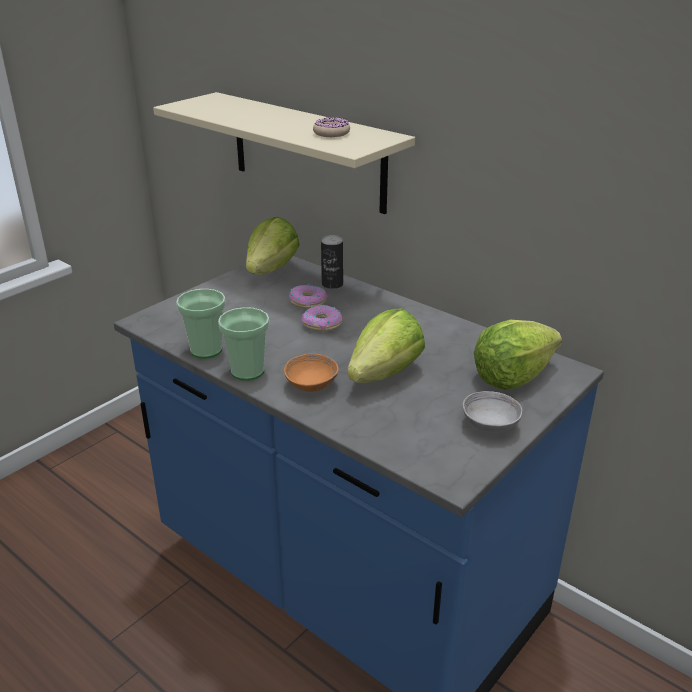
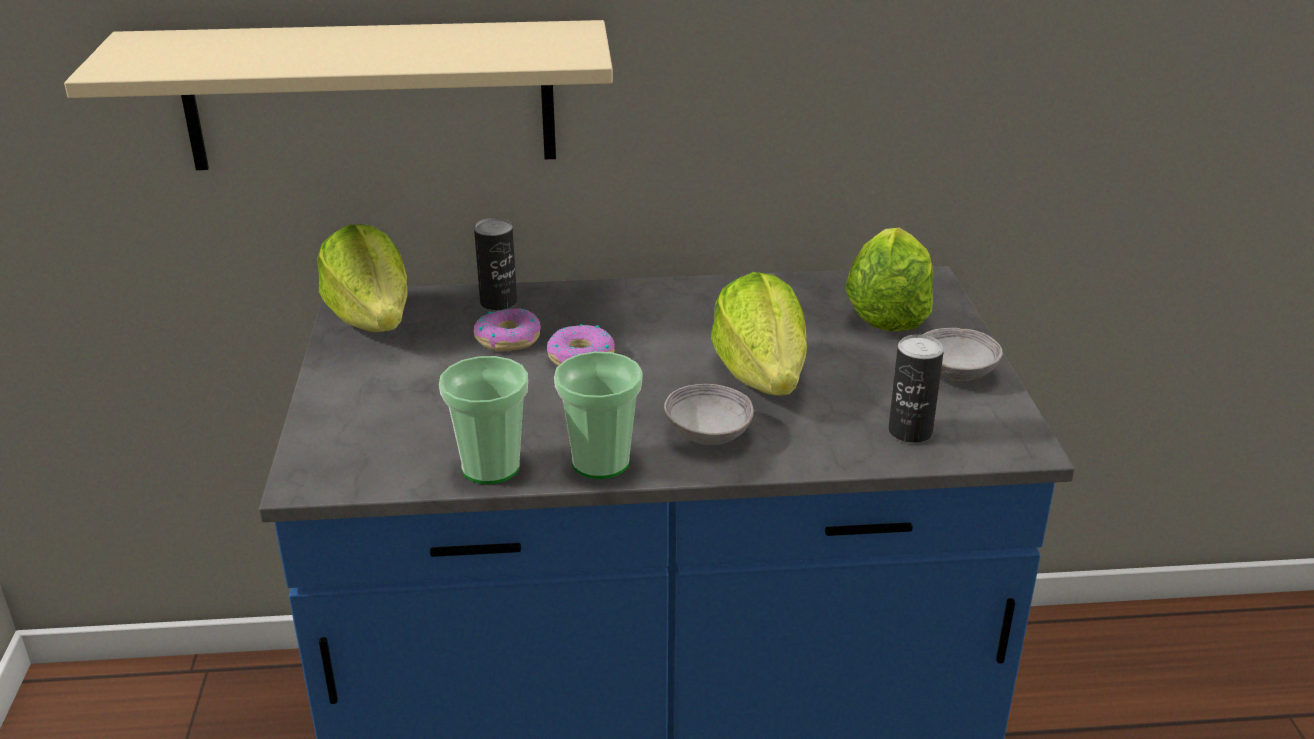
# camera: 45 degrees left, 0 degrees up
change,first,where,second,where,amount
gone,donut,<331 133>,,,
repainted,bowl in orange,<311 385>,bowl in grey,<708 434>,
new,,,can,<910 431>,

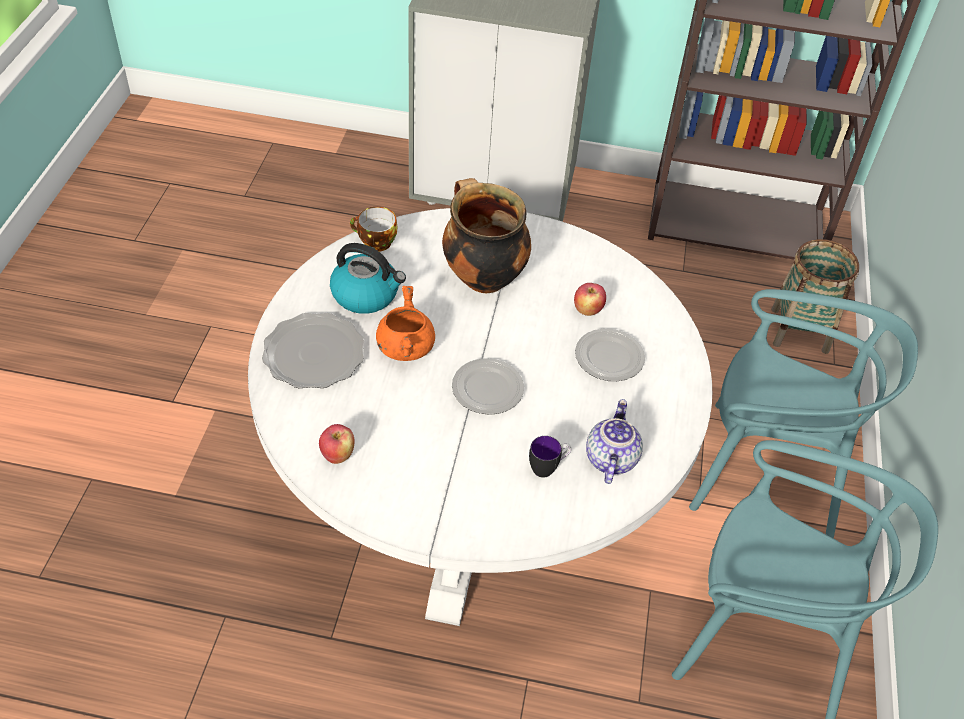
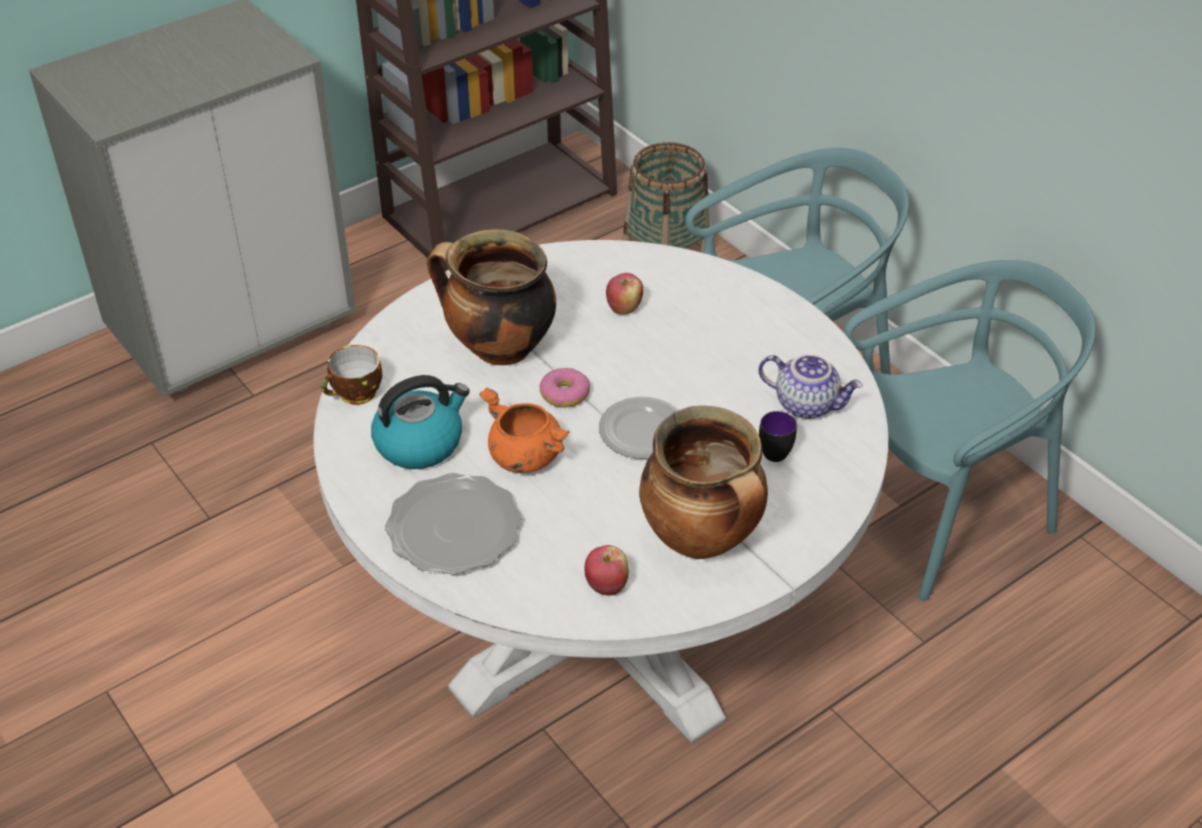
# camera: 45 degrees left, 5 degrees down
change,first,where,second,where,amount
gone,plate,<609 358>,,,
rotated,teapot,<609 458>,,<807 404>,150 degrees clockwise
new,,,donut,<564 394>,
new,,,cooking pot,<703 539>,

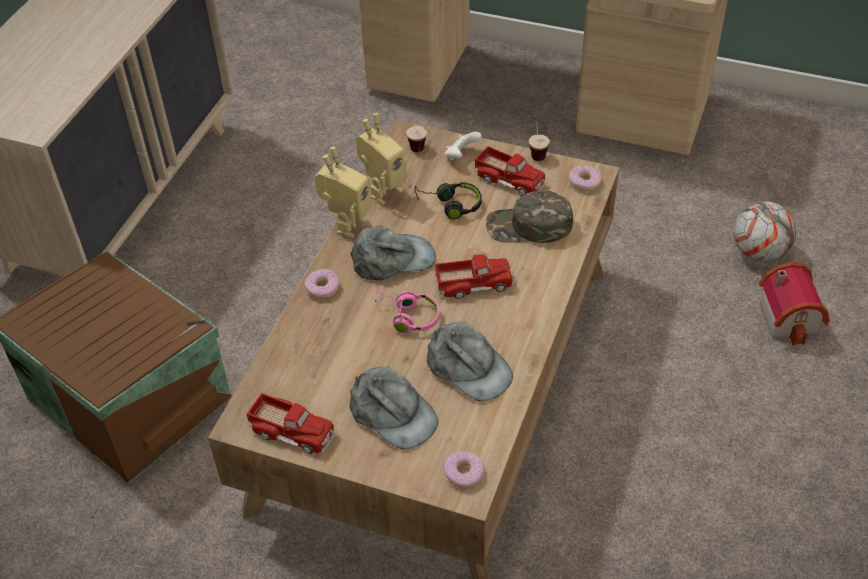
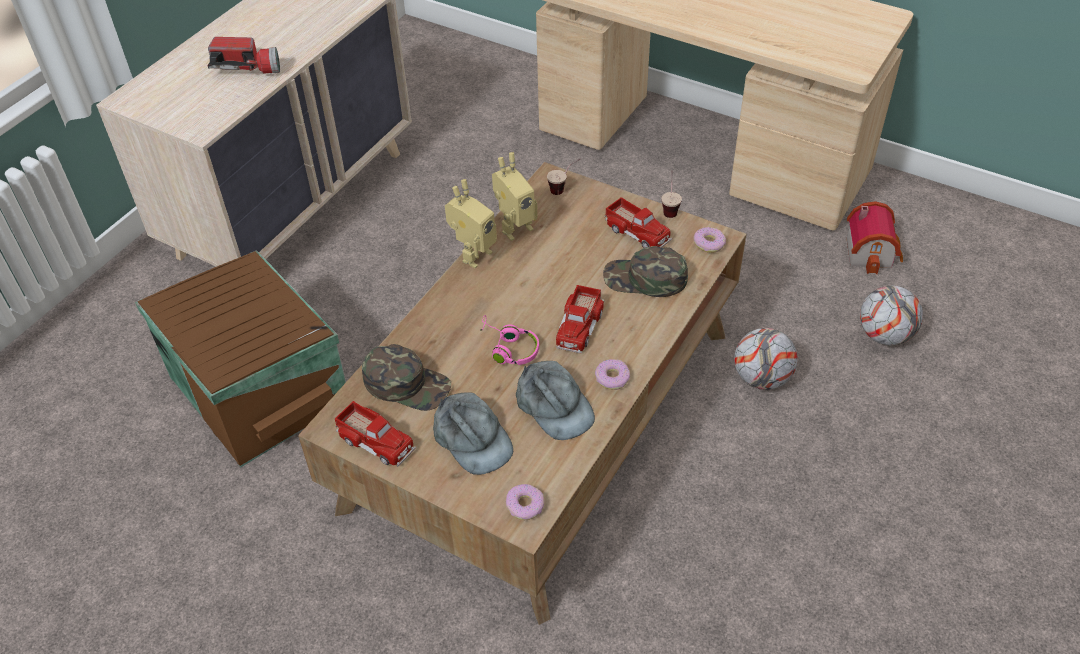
# camera: 10 degrees right, 0 degrees up
change,first,where,second,where,amount
gone,game controller in white,<461 156>,,,
gone,headphones in black,<450 205>,,,
gone,cap in grey,<392 259>,,,
rotated,toy truck,<474 283>,,<579 326>,105 degrees clockwise
shifted,toy house,<792 317>,,<872 252>,
shifted,donut,<322 288>,,<612 378>,
new,,,flashlight,<247 67>,
new,,,football,<761 378>,
new,,,cap in green,<407 384>,

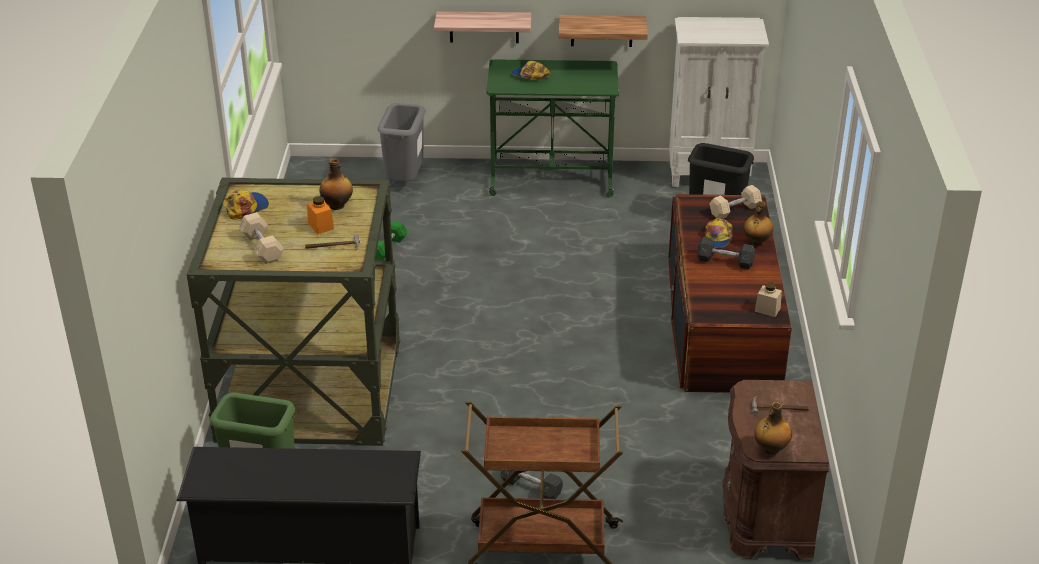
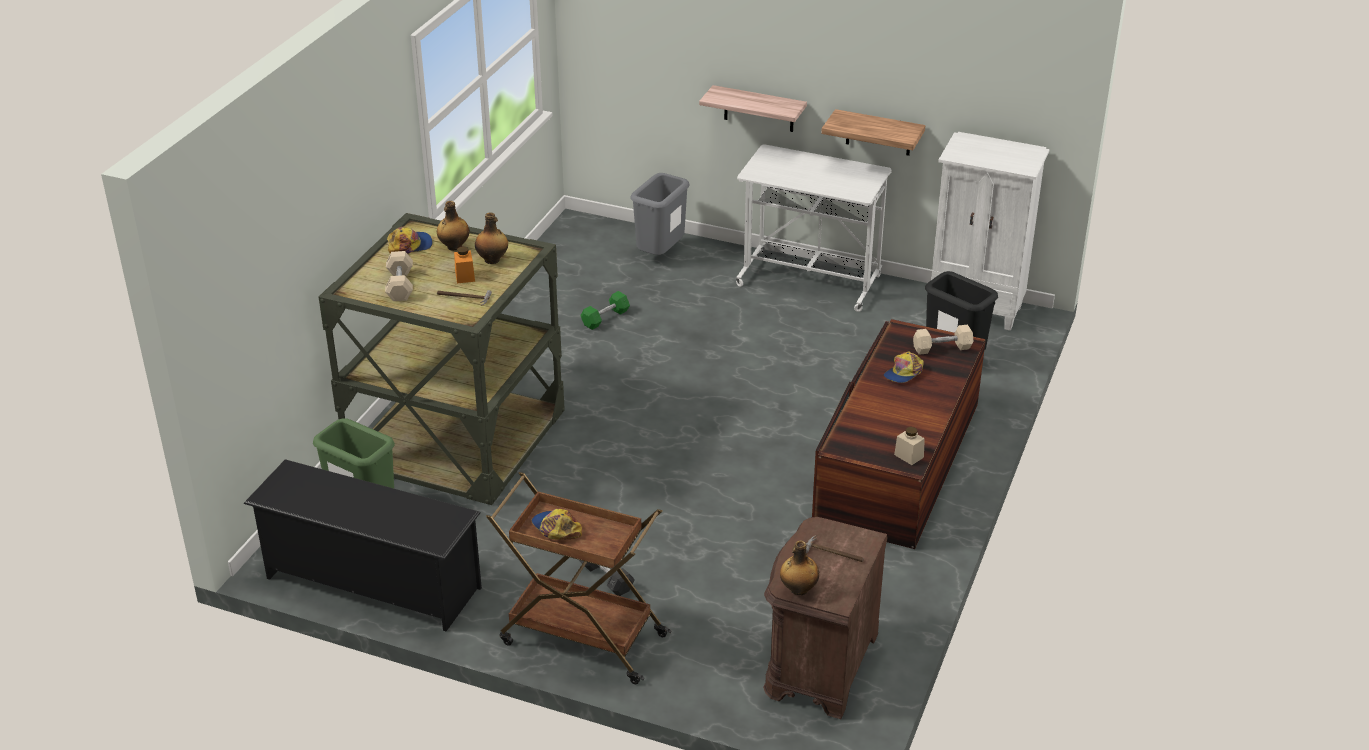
# camera: 20 degrees right, 0 degrees up
change,first,where,second,where,amount
repainted,desk in green,<551 178>,desk in white,<809 280>,
shifted,cap,<530 76>,,<556 528>,
shifted,bottle,<756 242>,,<454 247>,
gone,dumbbell in grey,<725 261>,,,

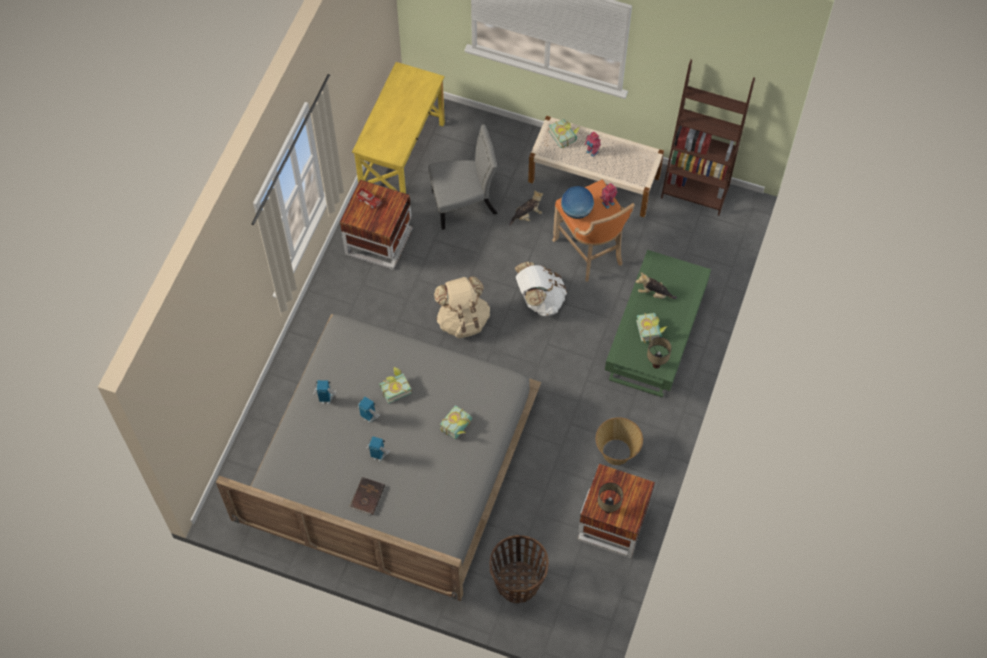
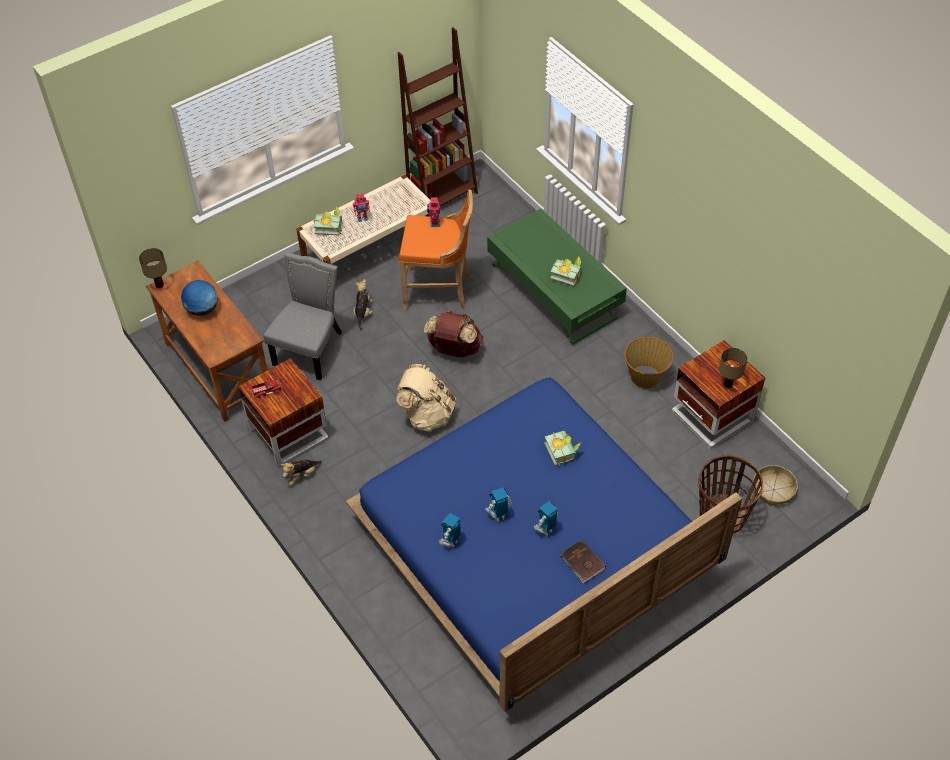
# camera: 55 degrees left, 10 degrees down
change,first,where,second,where,amount
repainted,desk in yellow,<402 158>,desk in brown,<218 369>,
shifted,globe,<576 211>,,<202 310>,
repainted,backpack in white,<539 300>,backpack in brown,<454 349>,
shifted,plush toy,<654 293>,,<301 475>,
repainted,bed in grey,<392 462>,bed in blue,<530 548>,
shifted,table lamp,<656 365>,,<159 285>,
gone,book,<394 388>,,,
new,,,basket,<773 490>,

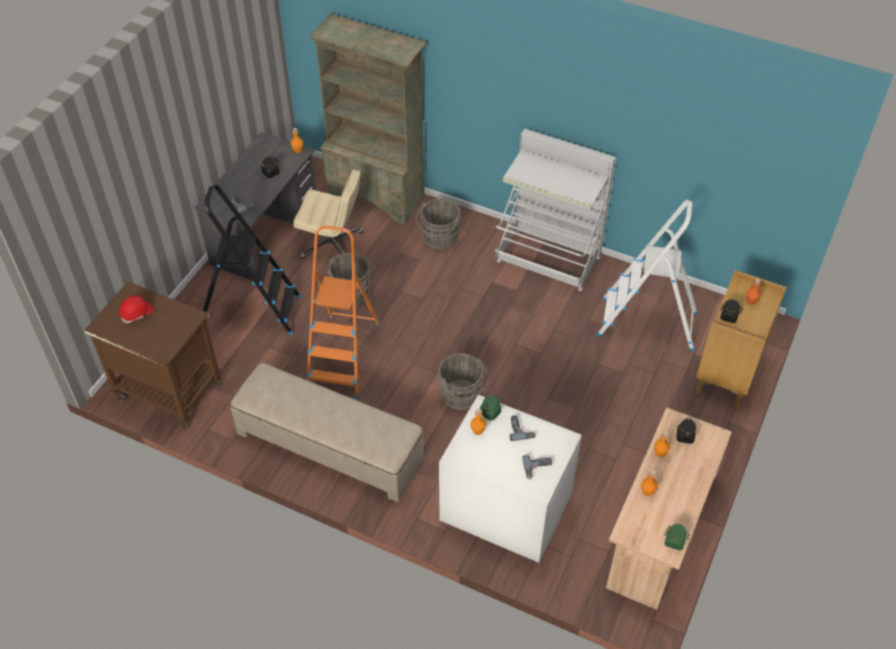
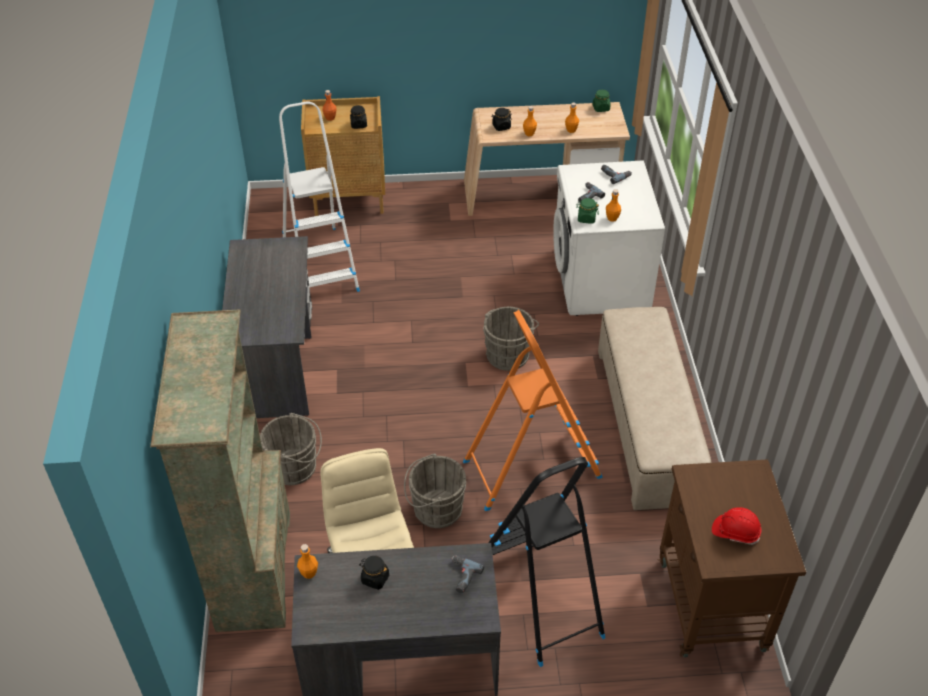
# camera: 120 degrees left, 5 degrees down
change,first,where,second,where,amount
swapped,shoe rack in white,<546 261>,desk in grey,<276 361>,

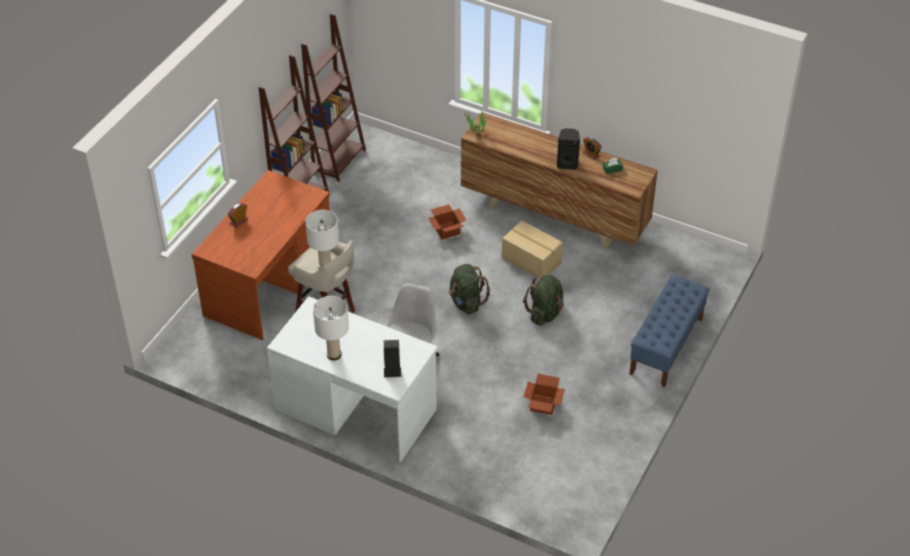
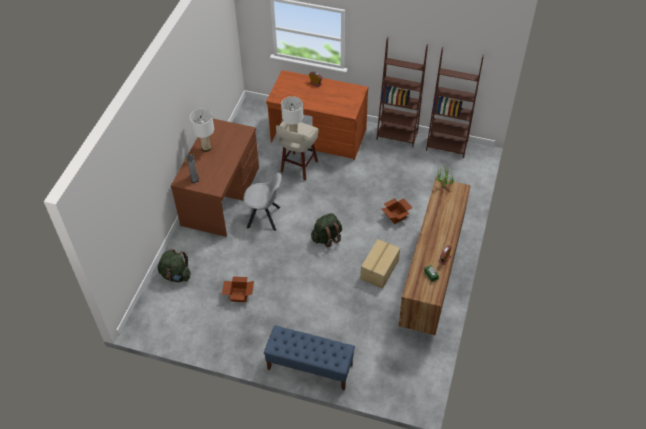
# camera: 80 degrees right, 5 degrees up
change,first,where,second,where,amount
gone,speaker in black,<567 164>,,,
shifted,backpack in green,<545 313>,,<176 275>,
repainted,desk in white,<356 408>,desk in brown,<221 196>,

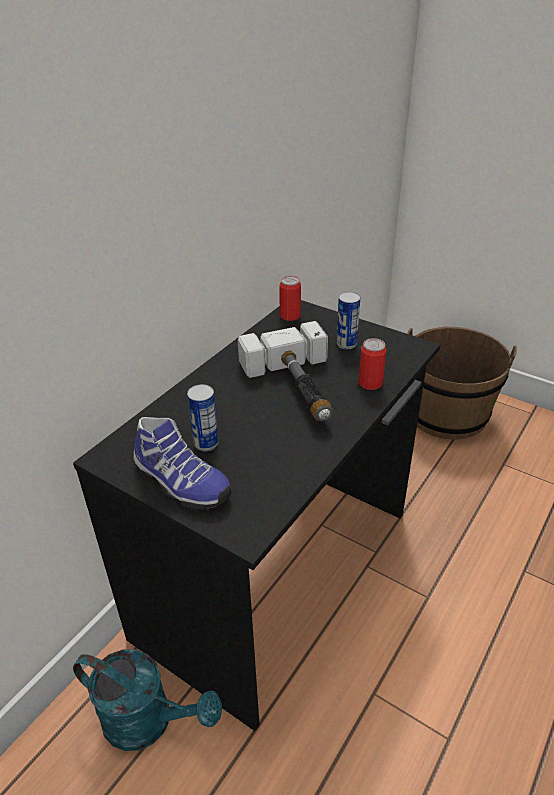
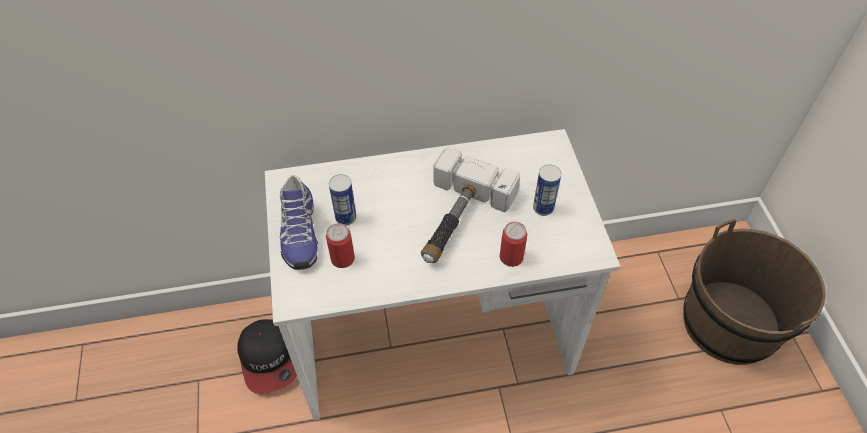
# camera: 45 degrees right, 15 degrees up
change,first,where,second,where,amount
shifted,can,<290 316>,,<342 258>,
repainted,desk in black,<280 573>,desk in white,<435 338>,
swapped,watering can in turquoise,<149 721>,cap,<269 359>,

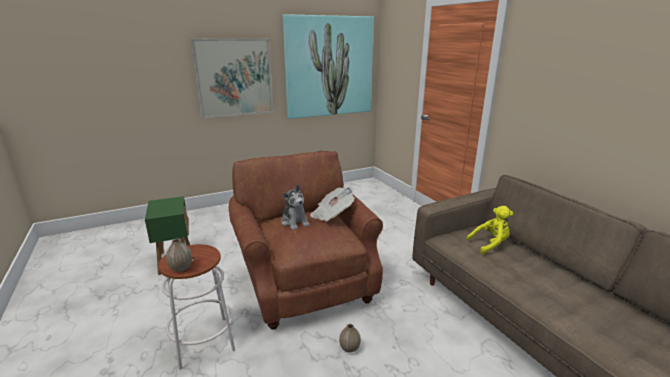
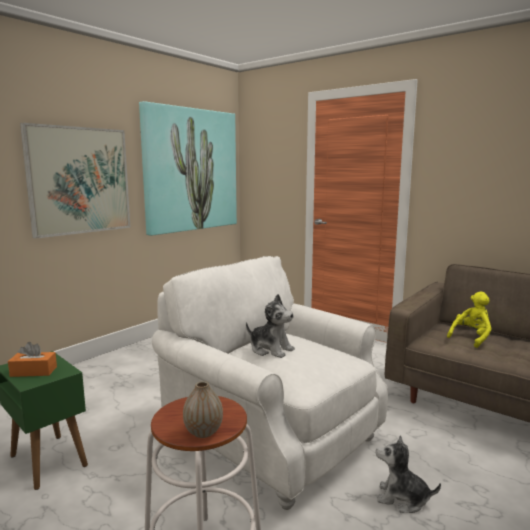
# camera: 25 degrees left, 10 degrees down
change,first,where,second,where,amount
repainted,armchair in brown,<304 281>,armchair in white,<271 437>,
gone,newspaper,<332 214>,,,
swapped,vase,<349 348>,plush toy,<402 498>,
new,,,tissue box in orange,<33 371>,

